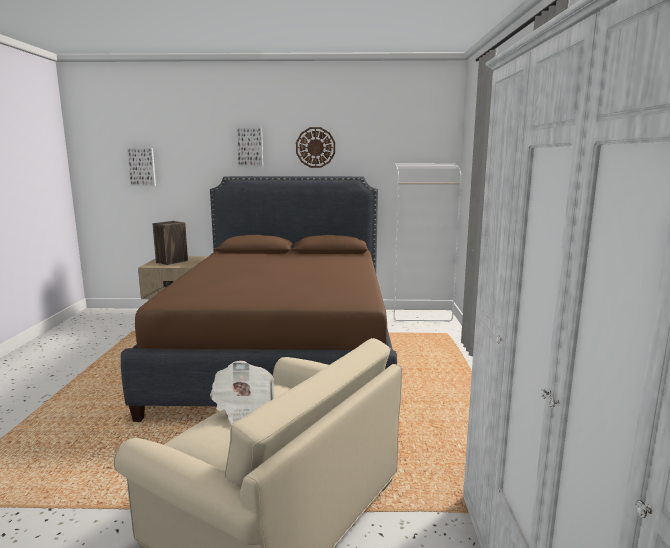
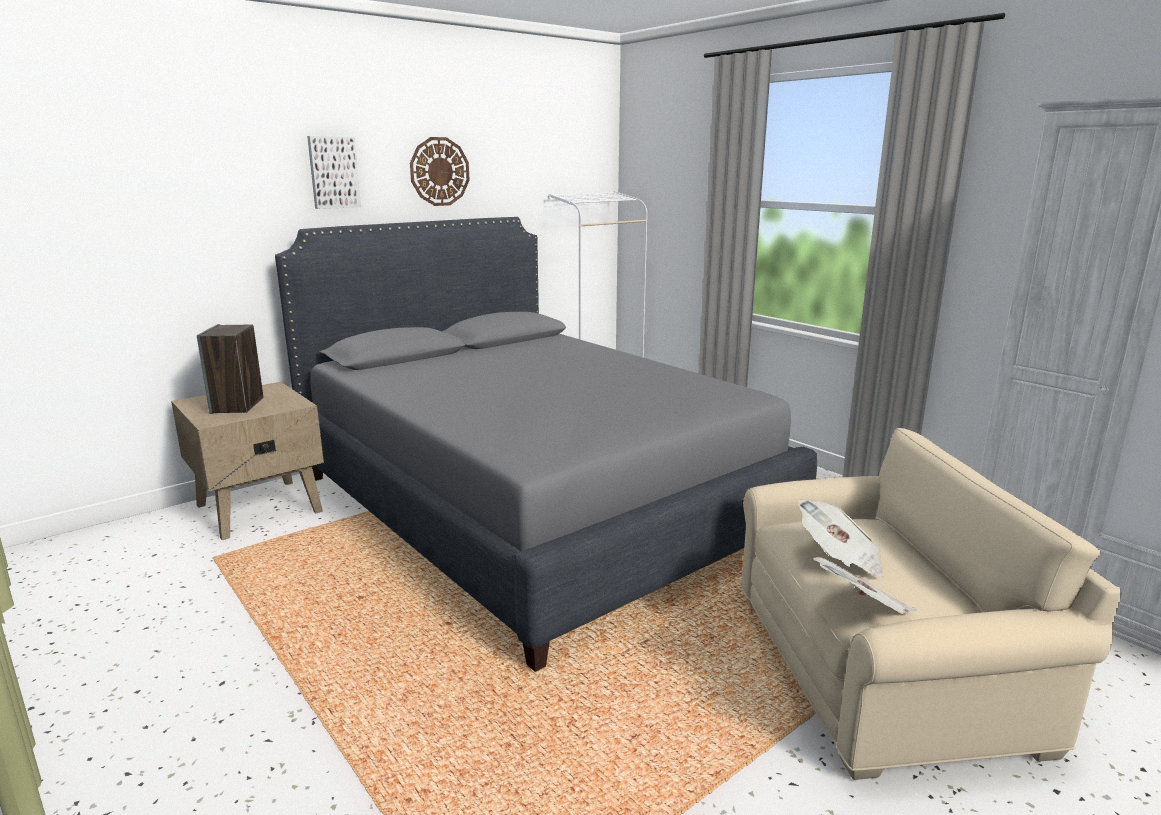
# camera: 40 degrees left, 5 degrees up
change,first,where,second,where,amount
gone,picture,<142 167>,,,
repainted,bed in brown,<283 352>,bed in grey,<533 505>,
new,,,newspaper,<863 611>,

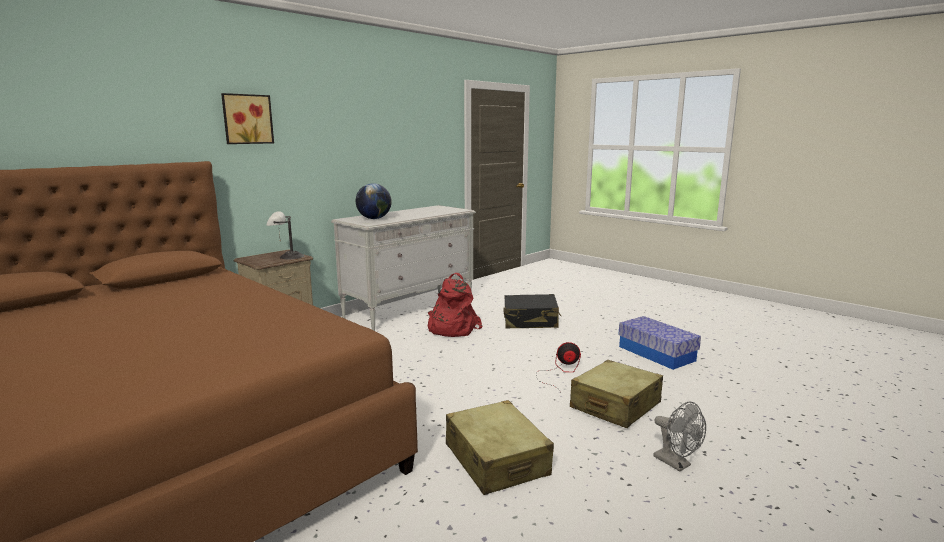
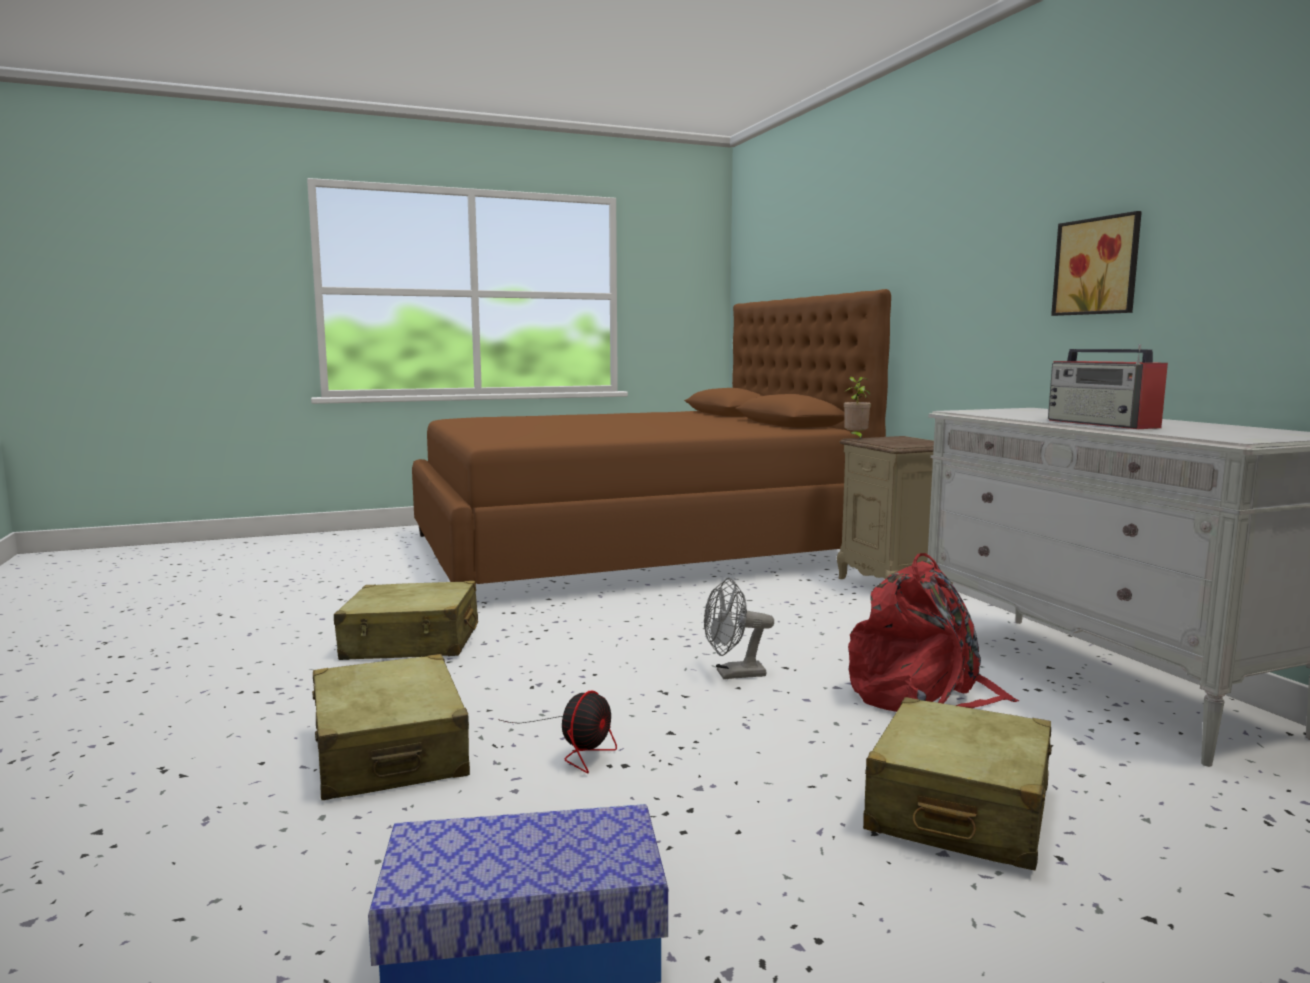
# camera: 115 degrees right, 5 degrees down
change,first,where,second,where,amount
shifted,picture,<247 119>,,<1099 266>,
gone,globe,<374 218>,,,
gone,table lamp,<286 257>,,,
repainted,suitcase in black,<530 321>,suitcase in beige,<959 810>,
shifted,fan in grey,<677 464>,,<733 674>,
new,,,radio,<1103 424>,
new,,,potted plant,<856 438>,

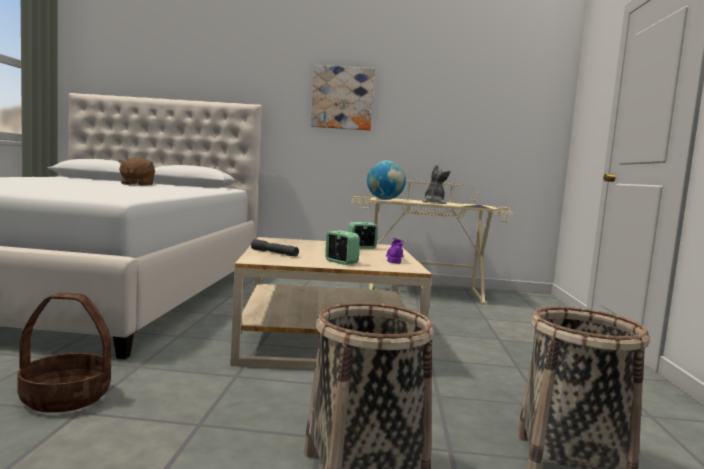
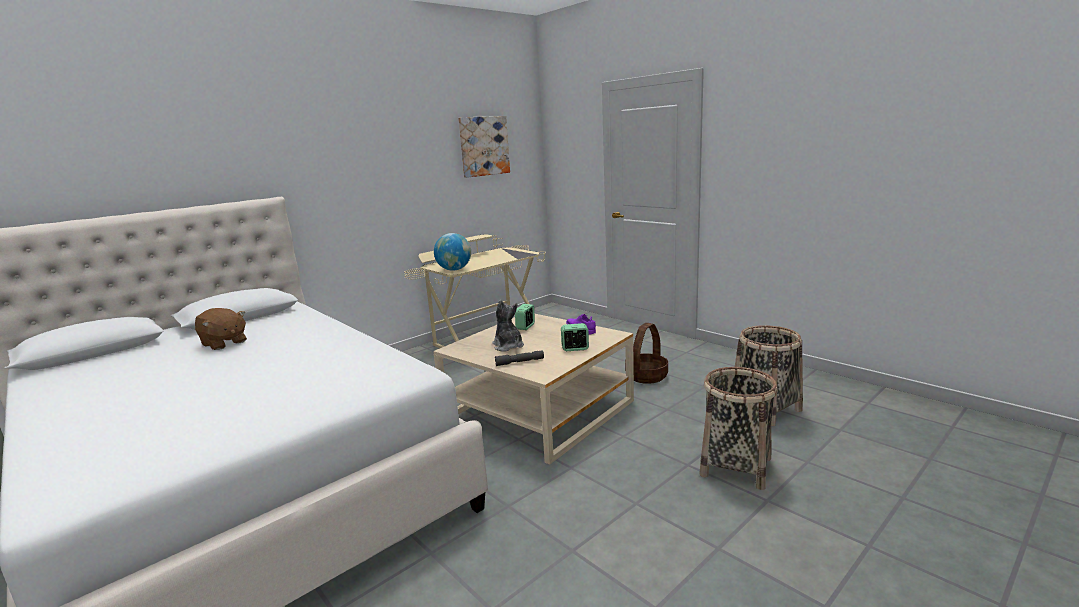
# camera: 45 degrees left, 10 degrees up
change,first,where,second,where,amount
shifted,picture,<342 98>,,<484 146>,
shifted,plush toy,<434 203>,,<508 346>,
shifted,basket,<66 397>,,<646 376>,

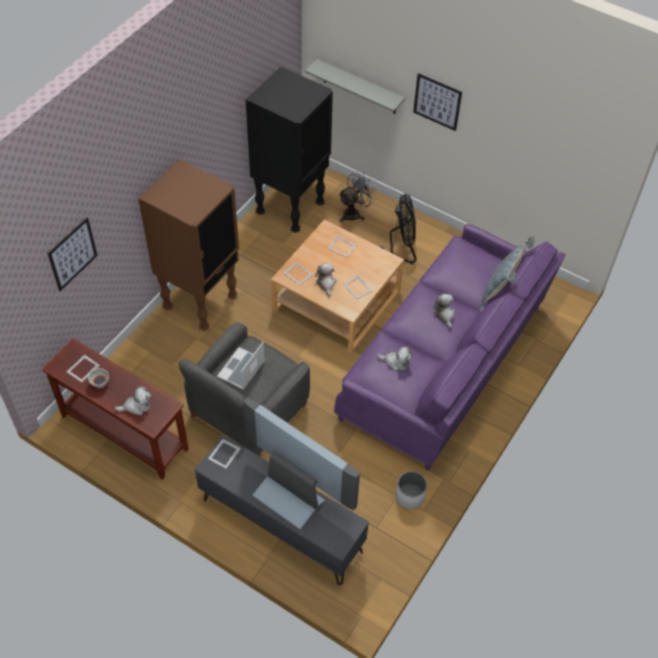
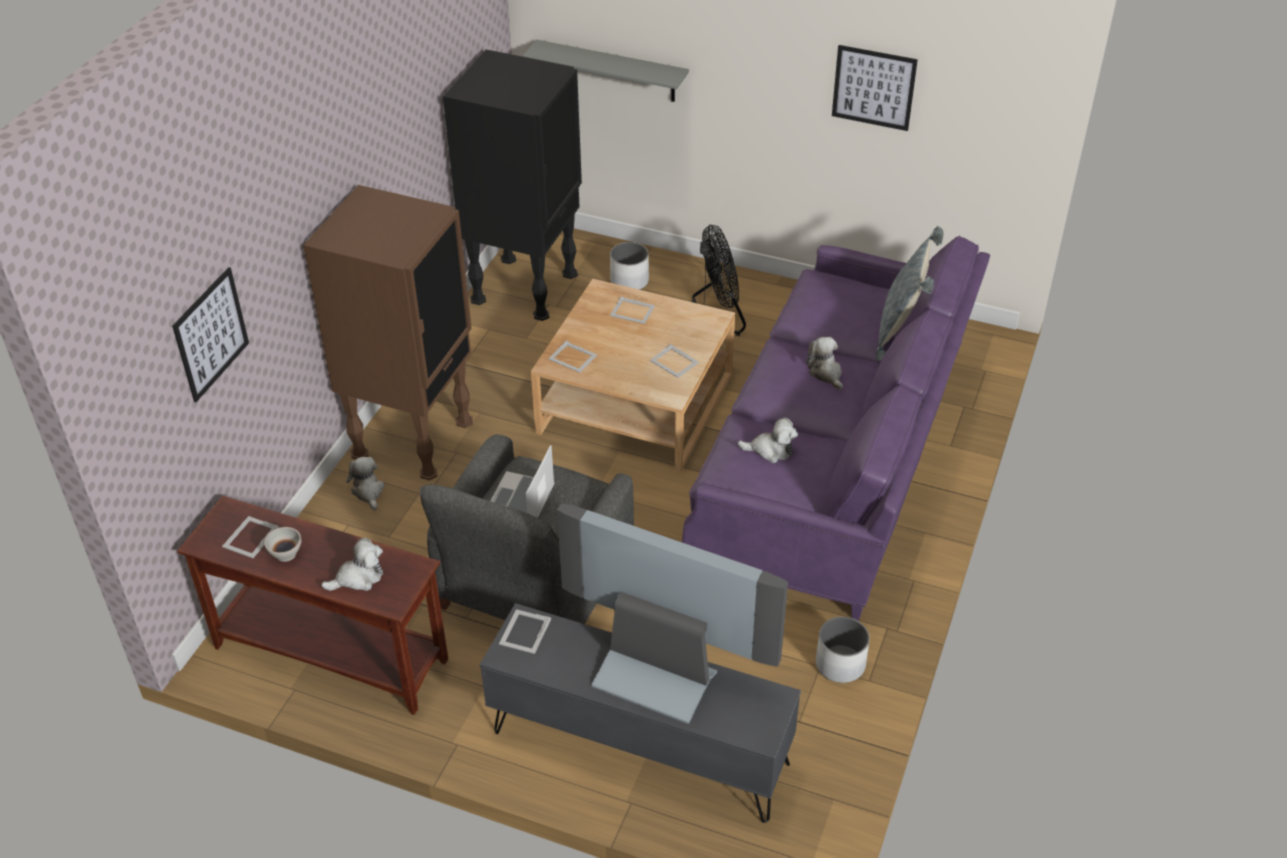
# camera: 10 degrees left, 10 degrees down
change,first,where,second,where,amount
shifted,picture,<437 102>,,<873 87>,
swapped,fan in grey,<354 213>,planter in white,<629 281>,
shifted,plush toy,<326 283>,,<368 491>,

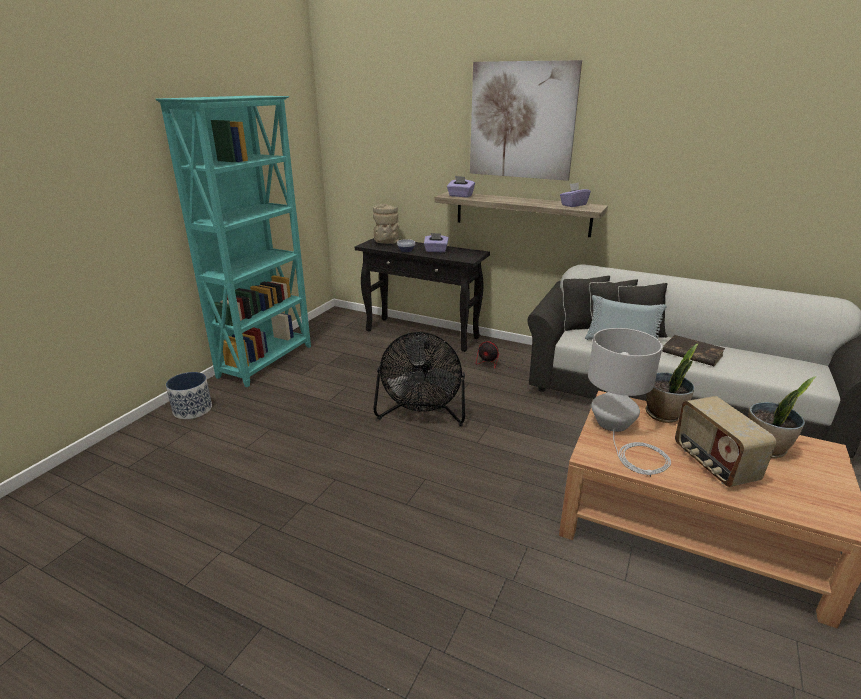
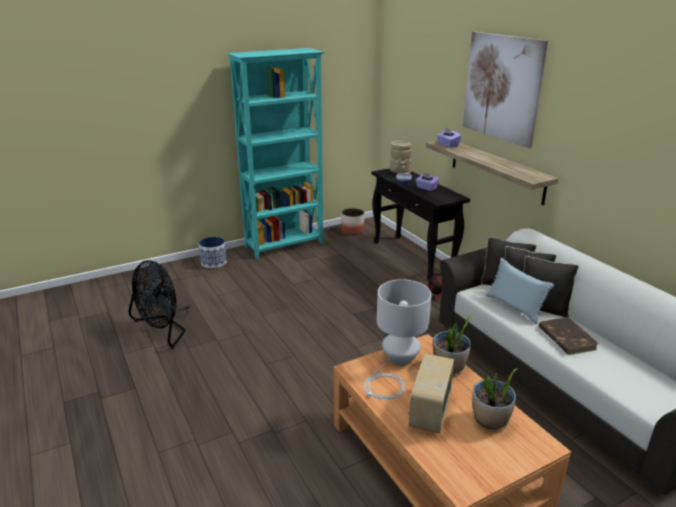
# camera: 35 degrees right, 0 degrees up
change,first,where,second,where,amount
gone,tissue box in purple,<573 205>,,,
shifted,fan in black,<419 412>,,<164 327>,
new,,,planter,<352 231>,

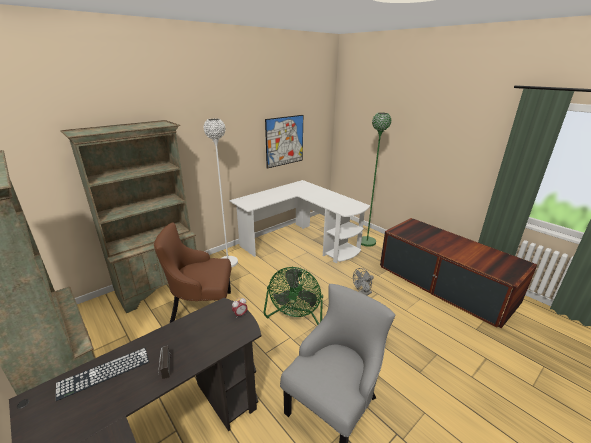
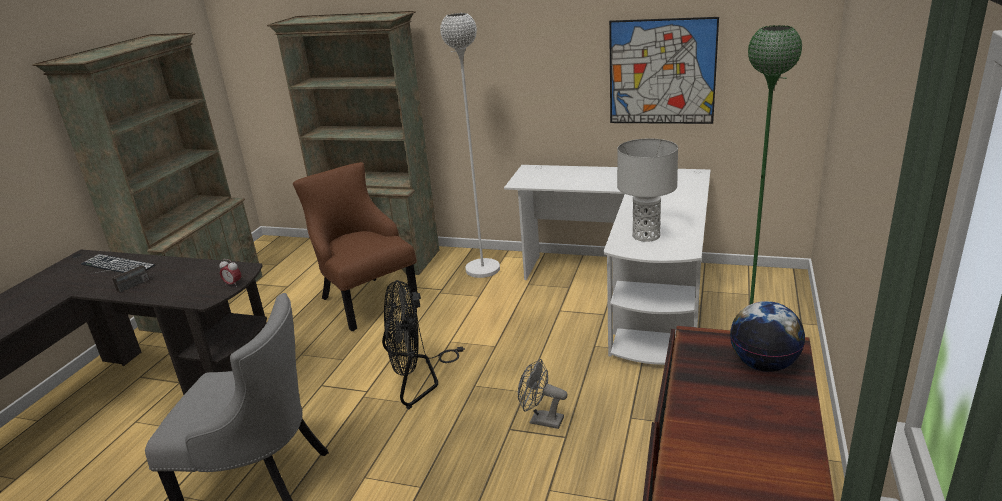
# camera: 60 degrees right, 0 degrees up
change,first,where,second,where,amount
repainted,fan in green,<293 314>,fan in black,<418 373>,
new,,,table lamp in white,<646 235>,
new,,,globe,<764 364>,

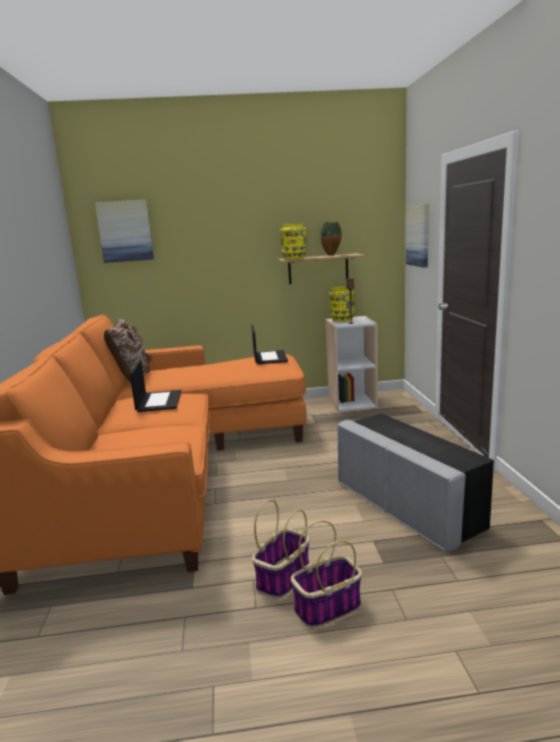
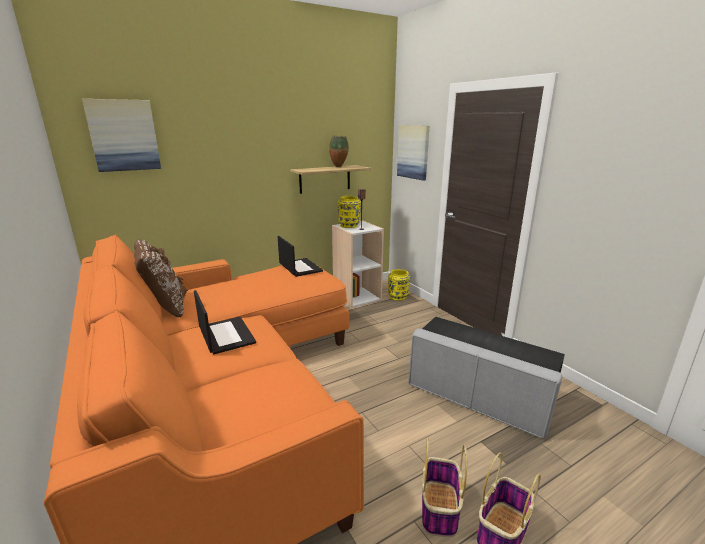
# camera: 25 degrees left, 5 degrees up
change,first,where,second,where,amount
shifted,vase in yellow,<294 258>,,<398 297>,

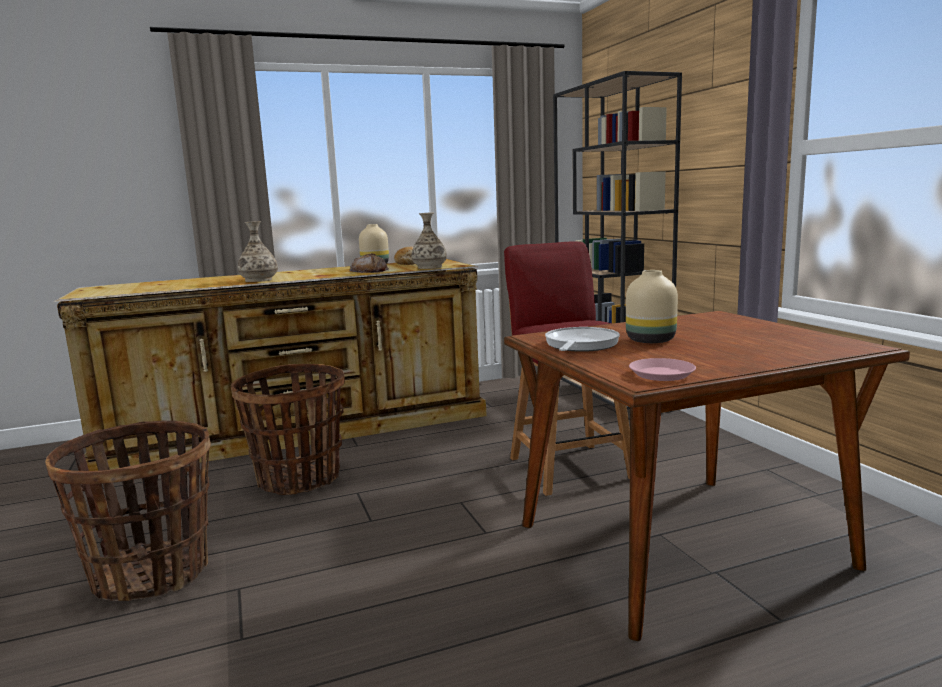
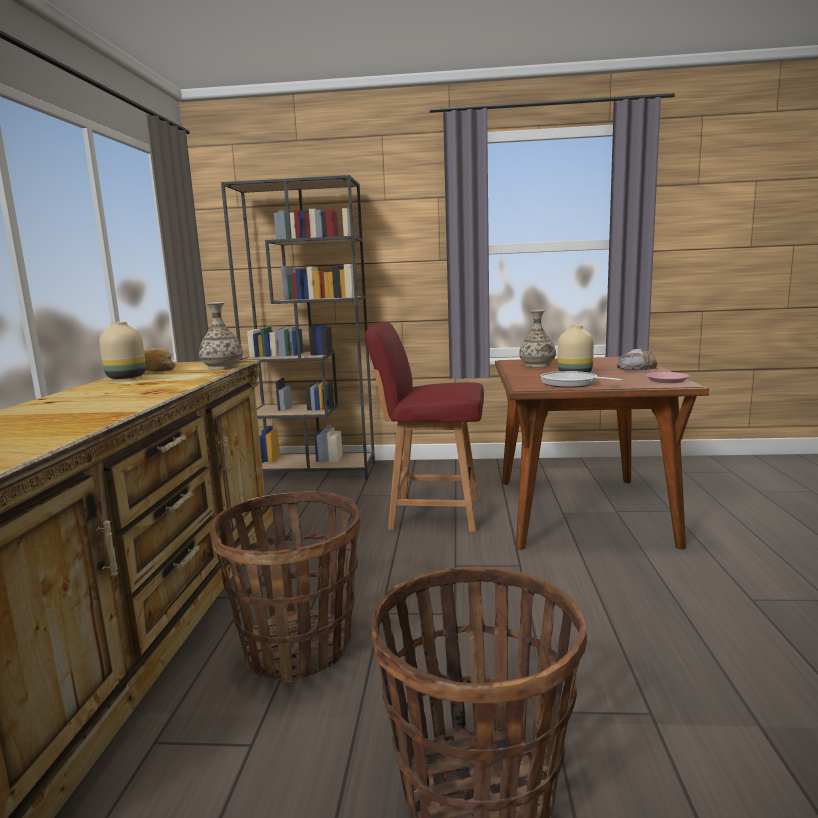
# camera: 65 degrees left, 0 degrees up
change,first,where,second,where,amount
shifted,vase,<259 280>,,<537 365>,
shifted,bread,<369 271>,,<636 368>,

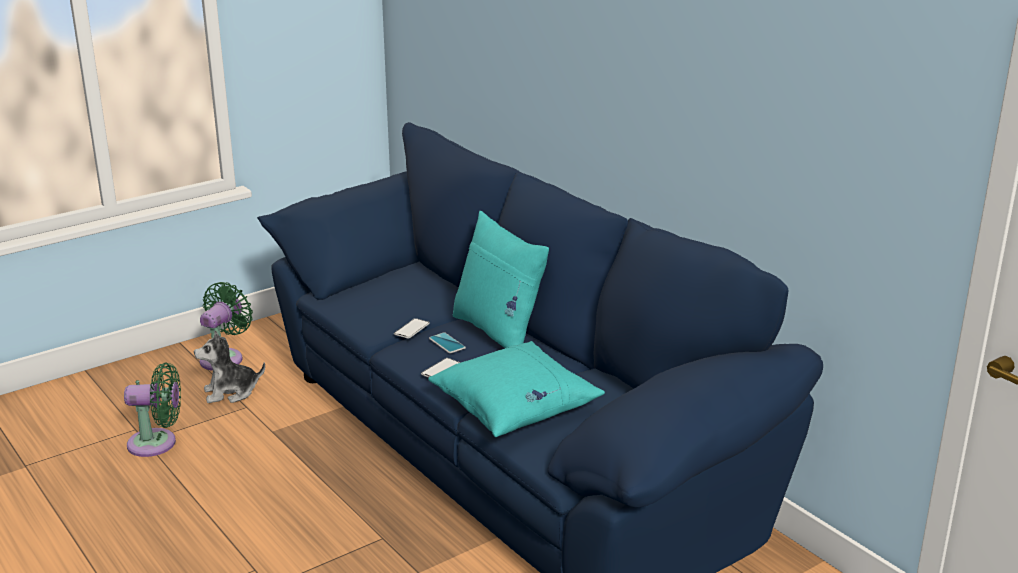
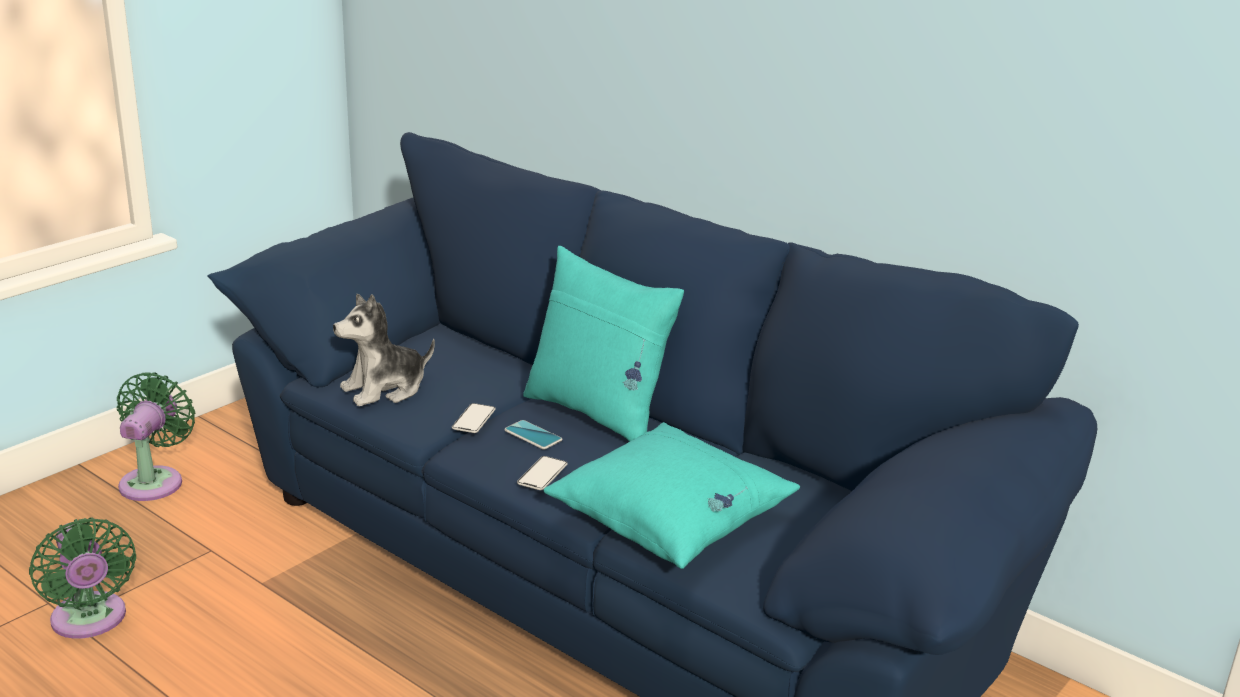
# camera: 15 degrees left, 0 degrees up
change,first,where,second,where,amount
shifted,plush toy,<230 392>,,<384 389>,
rotated,fan in green,<157 443>,,<90 621>,75 degrees clockwise

